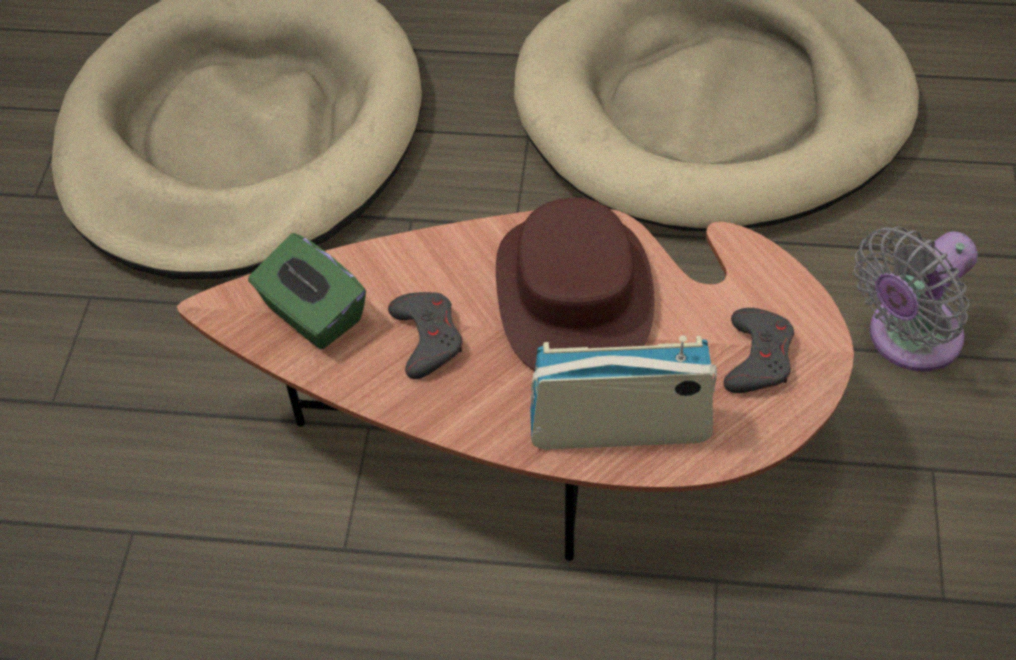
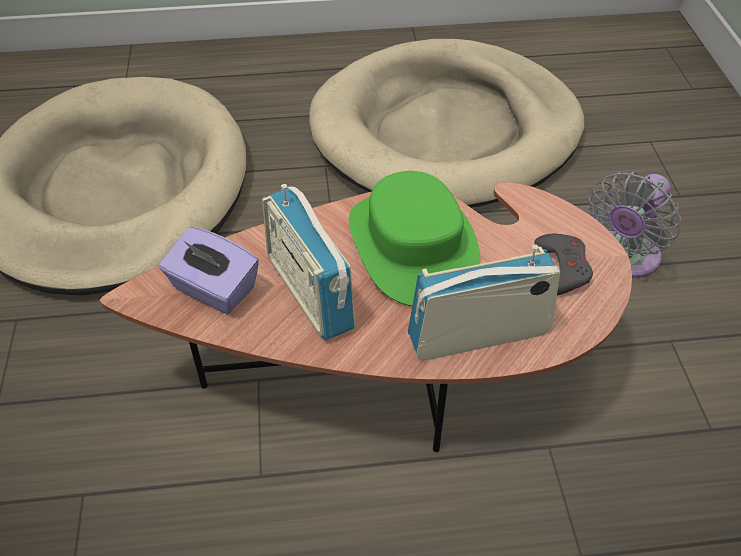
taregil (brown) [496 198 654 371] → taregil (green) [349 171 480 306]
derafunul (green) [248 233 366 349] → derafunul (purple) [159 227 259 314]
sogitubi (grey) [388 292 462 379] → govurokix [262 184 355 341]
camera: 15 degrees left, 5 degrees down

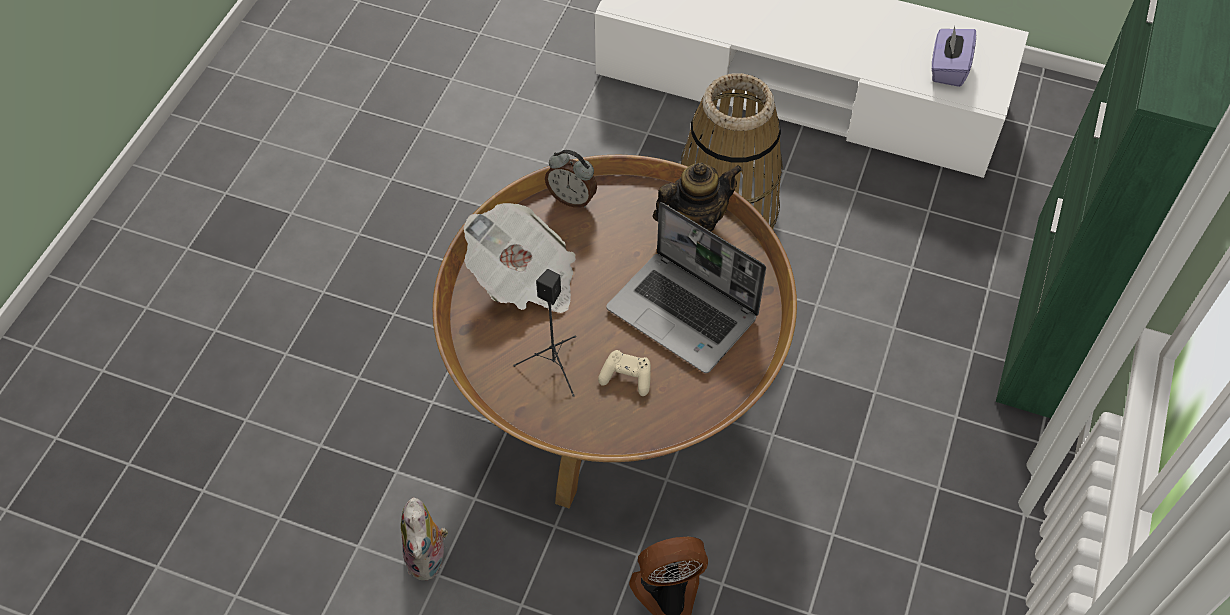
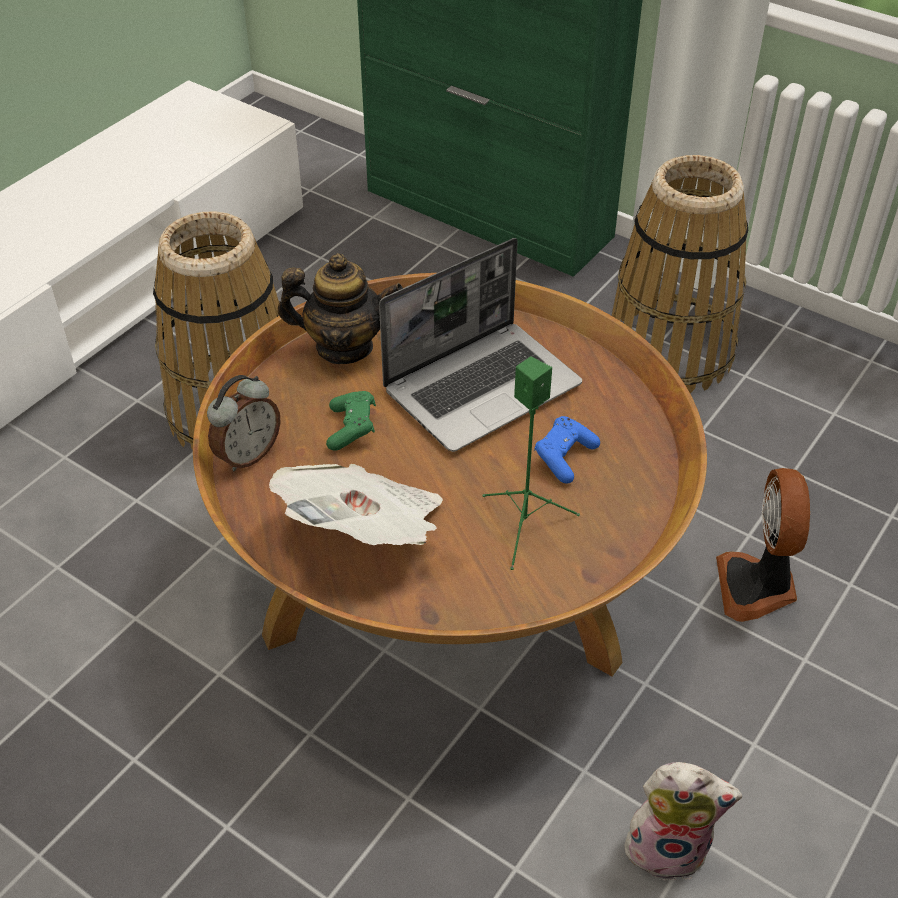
derafunul (purple) [932 26 976 87] → -
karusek [653 162 743 231] → karusek [278 254 403 364], 105 degrees clockwise
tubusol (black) [513 269 576 397] → tubusol (green) [482 356 580 570]
sogitubi (beige) [598 350 651 396] → sogitubi (blue) [534 416 600 484]
- → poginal [612 155 748 393]
- → sogitubi (green) [326 391 376 451]
camera: 75 degrees left, 10 degrees down

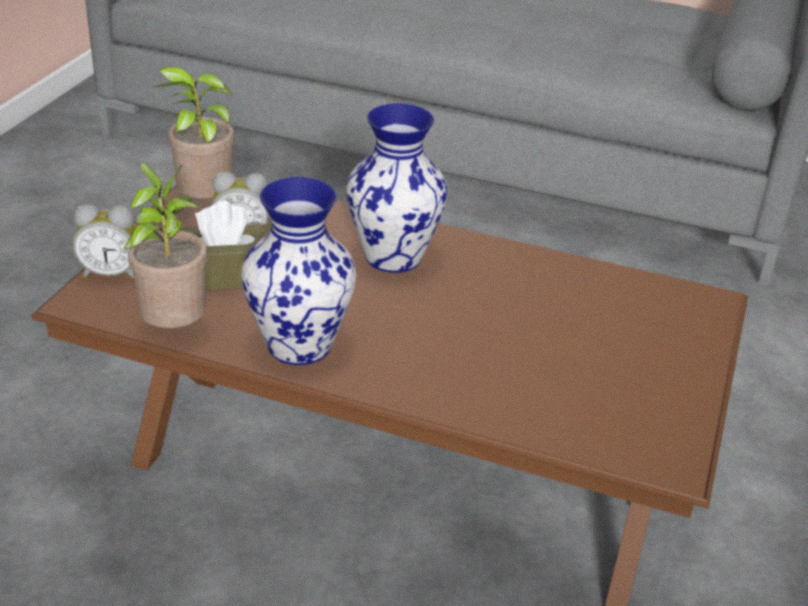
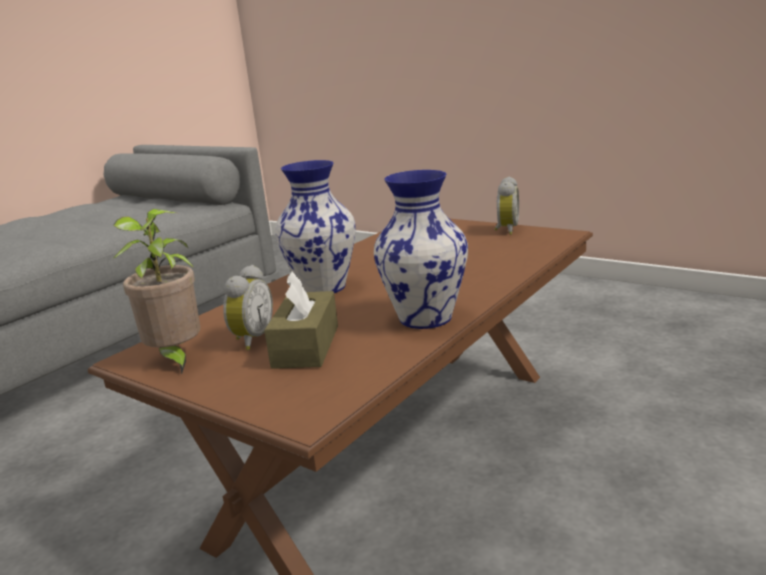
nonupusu [124 163 207 328] → -
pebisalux [73 204 137 279] → pebisalux [494 177 519 235], relocated
camera: 70 degrees left, 15 degrees down

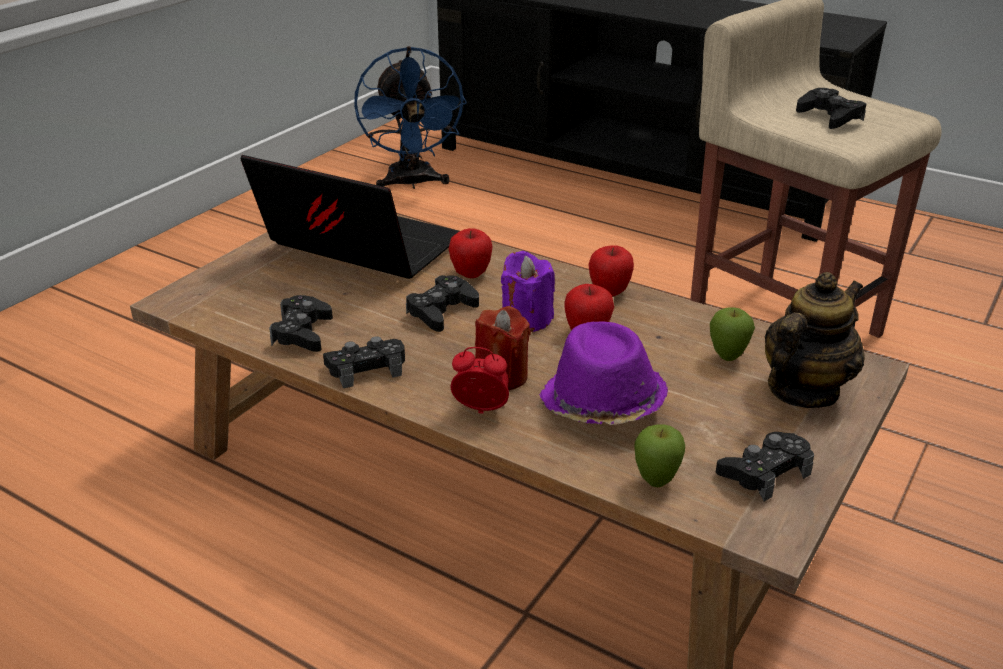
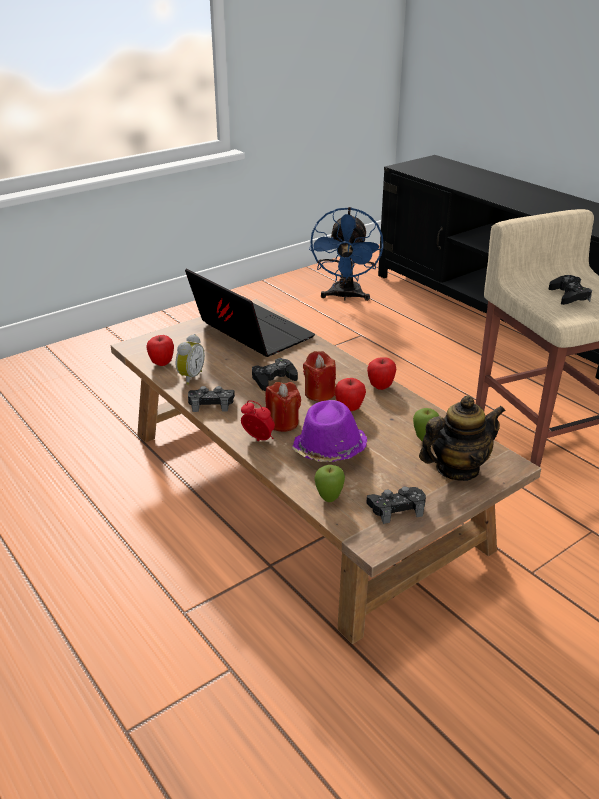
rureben [448 228 493 278] → rureben [146 335 174 366], relocated
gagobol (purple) [501 251 555 332] → gagobol (red) [303 351 336 402]
sogitubi (black) [269 295 333 352] → pebisalux [176 334 205 385]
camera: 20 degrees right, 0 degrees up

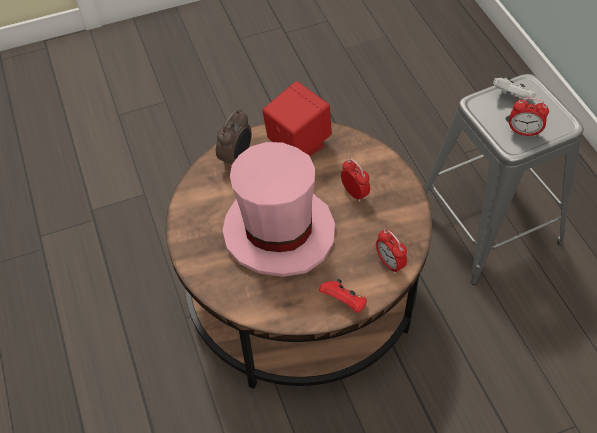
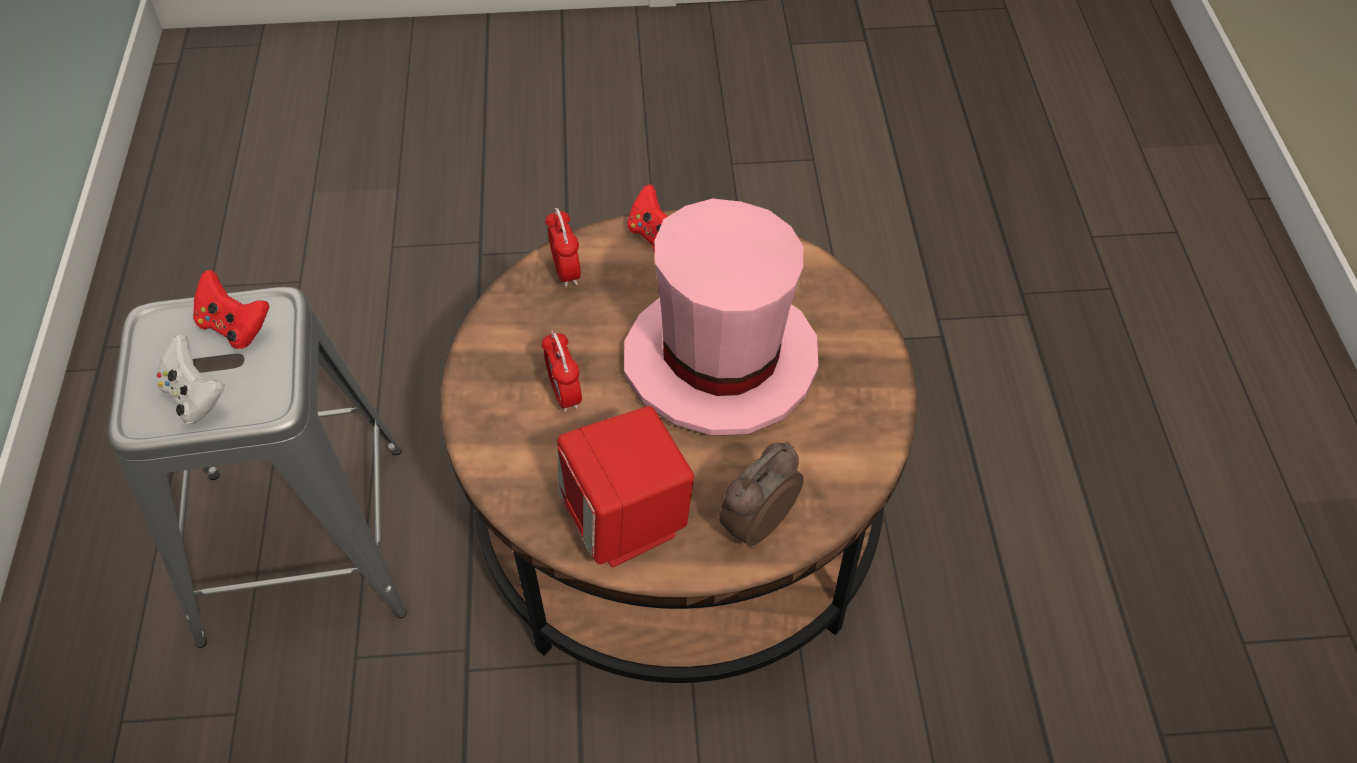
pebisalux [509 97 549 137] → sogitubi (red) [193 270 269 349]
camera: 165 degrees left, 0 degrees up

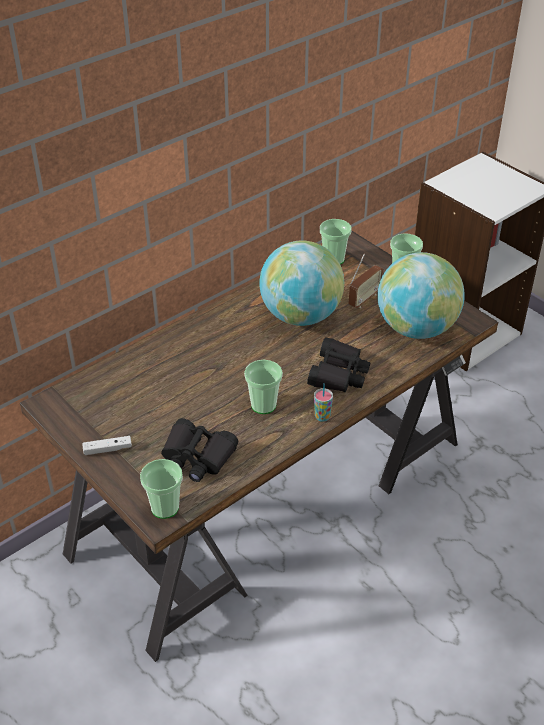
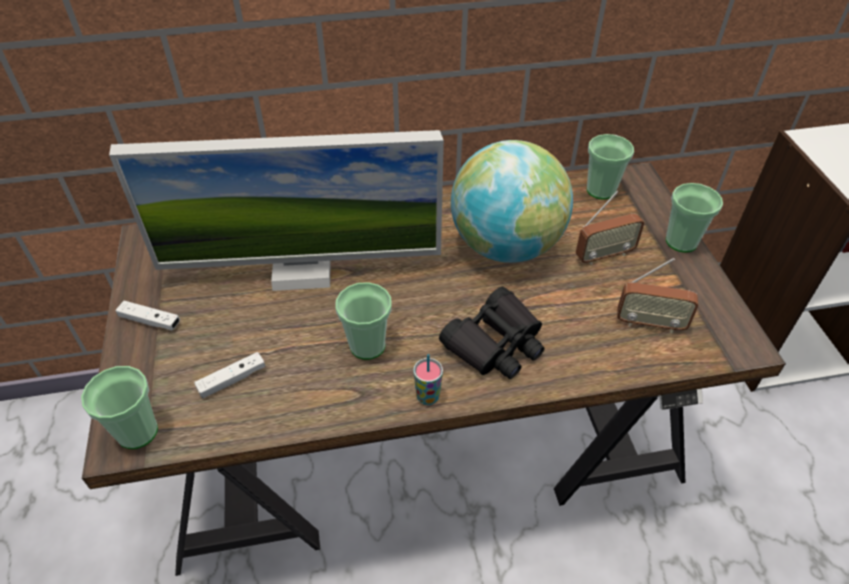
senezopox [377 252 465 339] → govurokix [617 258 698 333]
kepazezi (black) [161 418 238 482] → sogitubi (white) [194 352 265 398]
- → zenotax [109 130 444 291]
camera: 30 degrees right, 5 degrees up

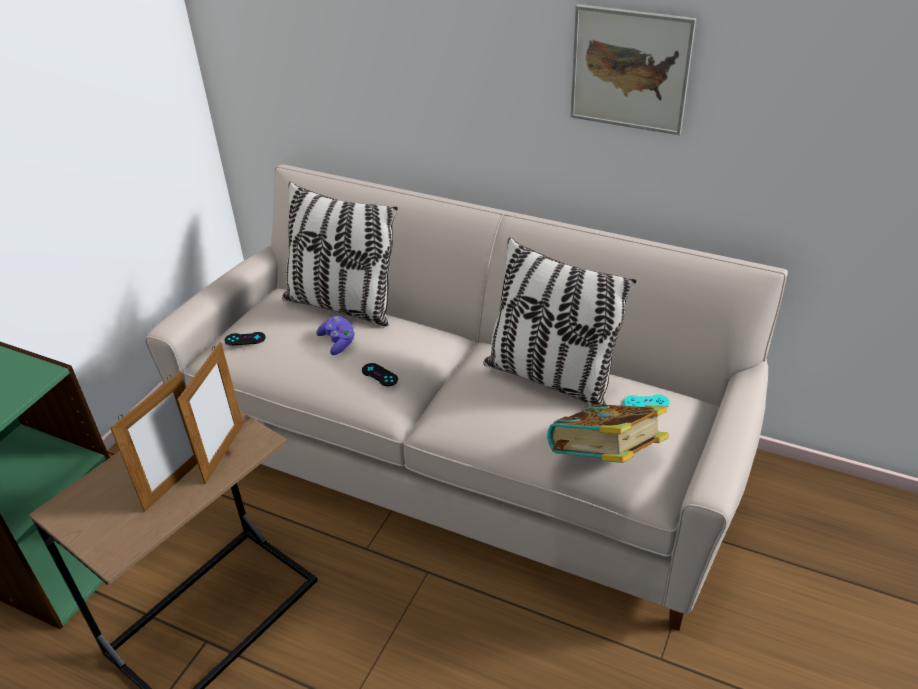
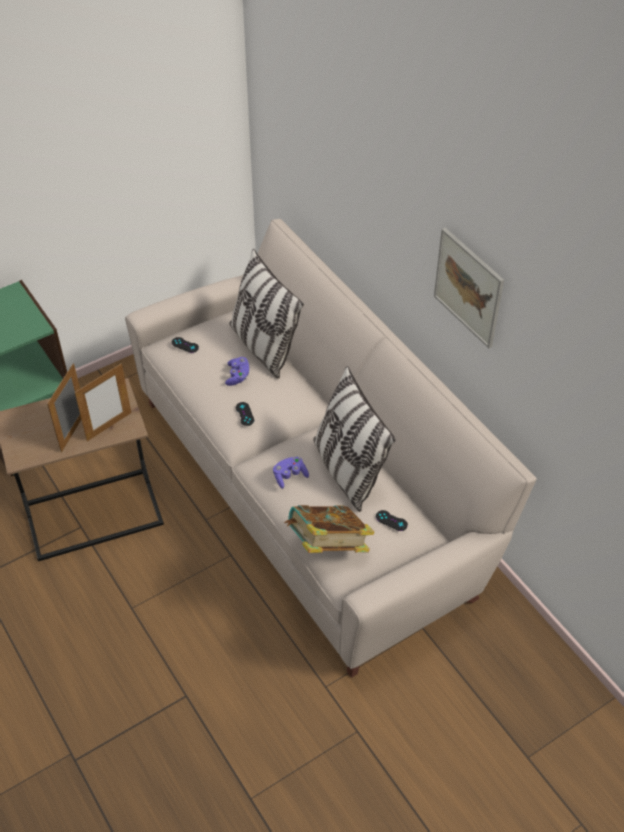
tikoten [110 372 198 512] → tikoten [47 363 81 452], 135 degrees clockwise
sogitubi (turquoise) [624 394 670 407] → sogitubi (black) [376 510 408 531]
- → sogitubi (purple) [273 457 309 489]
camera: 30 degrees right, 10 degrees up

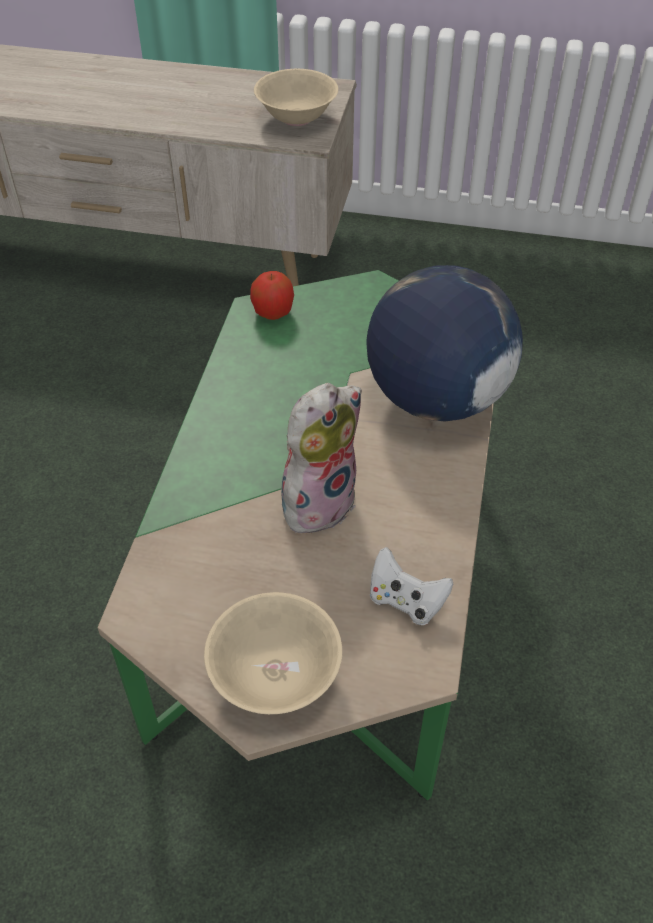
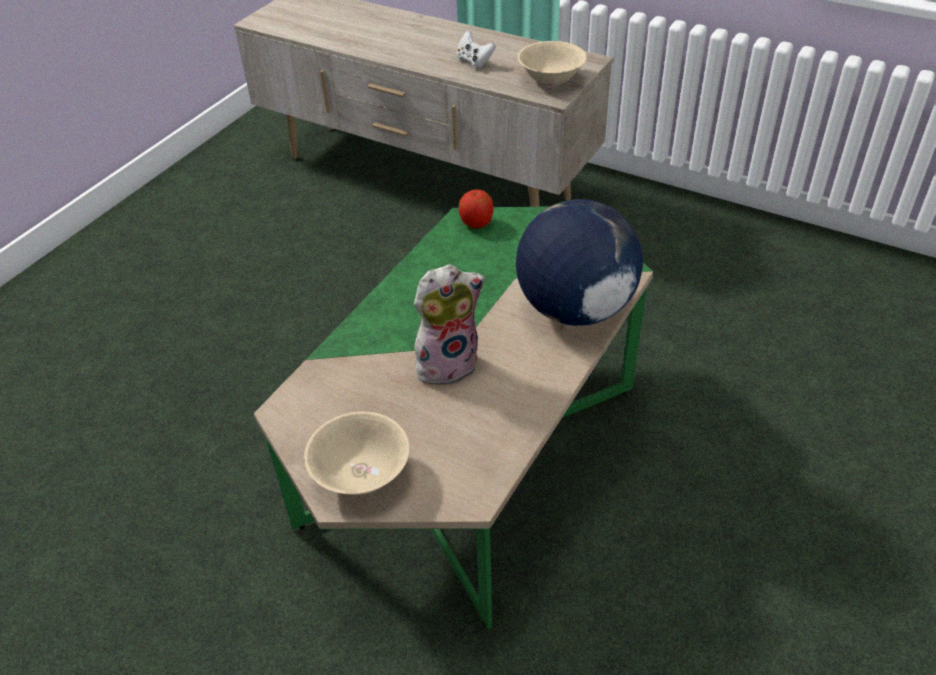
sogitubi (white) [370 547 453 625] → sogitubi (white) [456 31 496 68], relocated
camera: 20 degrees right, 5 degrees down

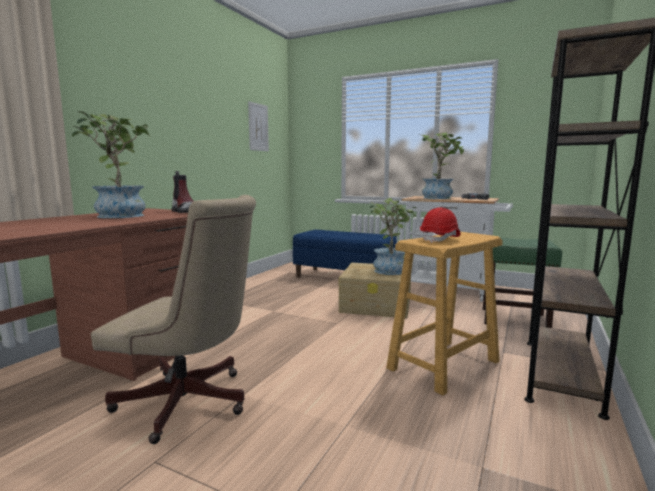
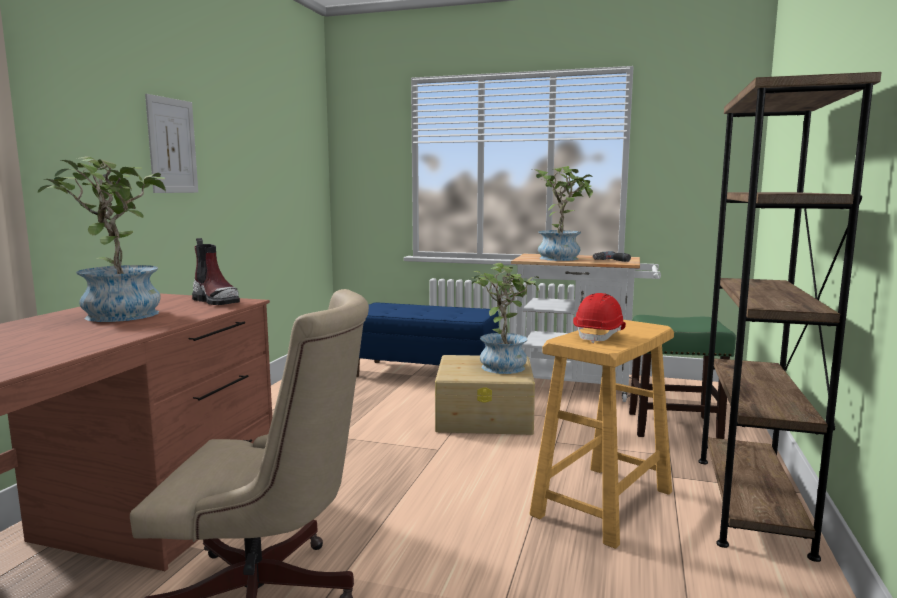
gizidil [248 101 269 151] → gizidil [145 94 198 193], relocated
camera: 10 degrees left, 0 degrees up

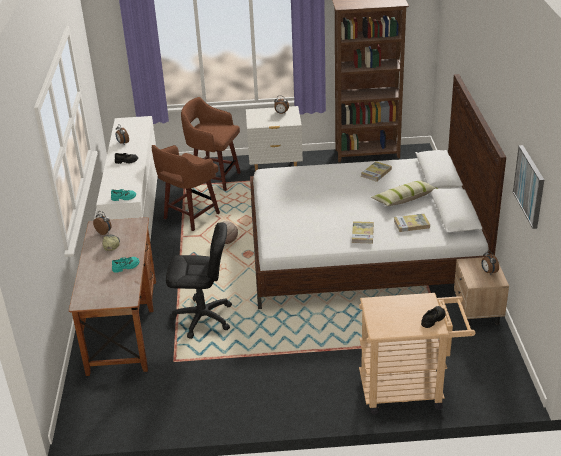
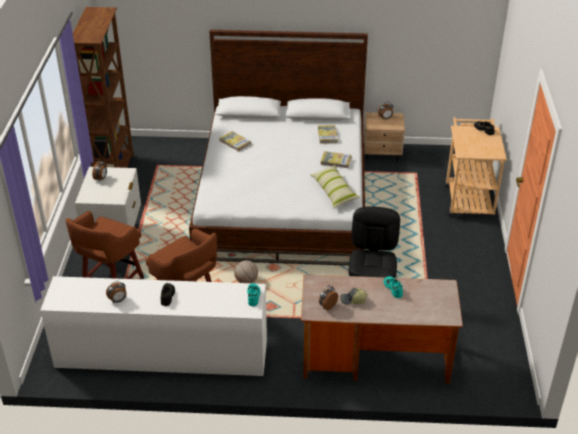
gizidil [513 145 544 229] → -
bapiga [371 180 438 206] → bapiga [310 165 360 208], relocated
camera: 85 degrees left, 5 degrees up

